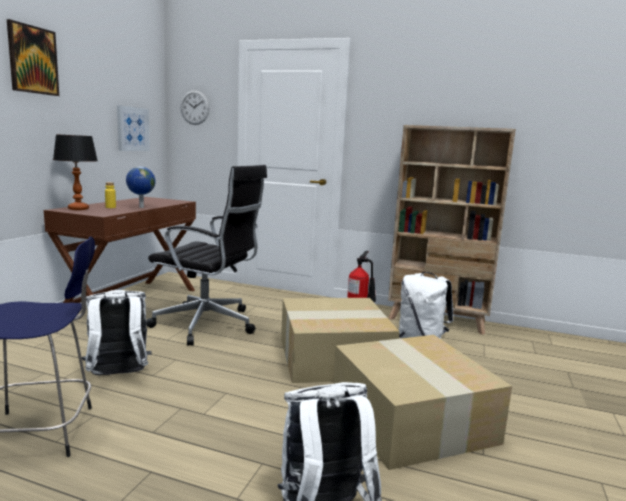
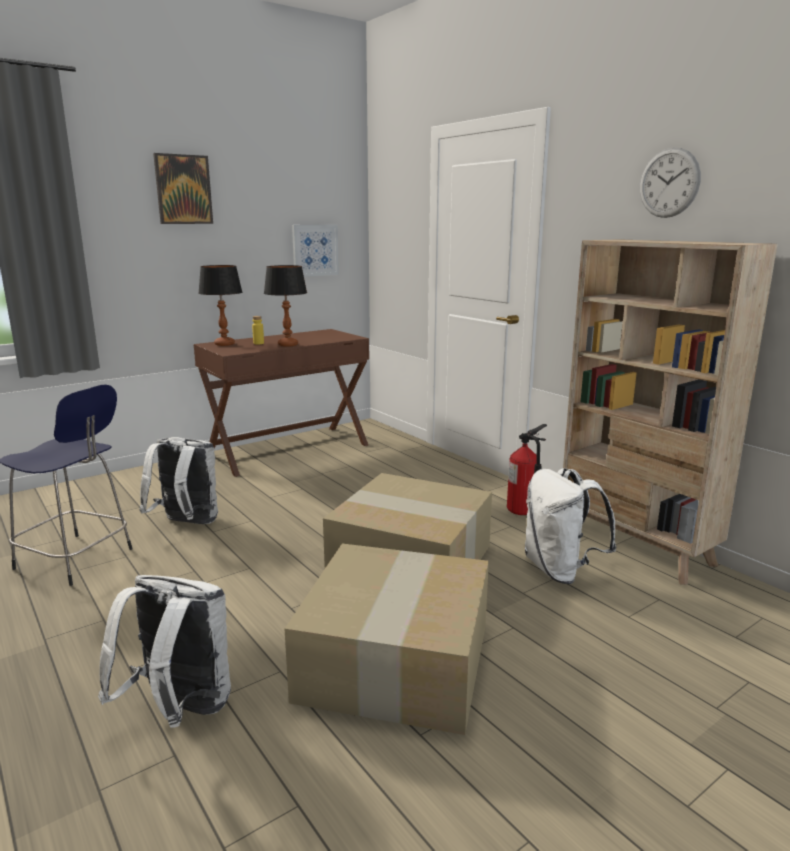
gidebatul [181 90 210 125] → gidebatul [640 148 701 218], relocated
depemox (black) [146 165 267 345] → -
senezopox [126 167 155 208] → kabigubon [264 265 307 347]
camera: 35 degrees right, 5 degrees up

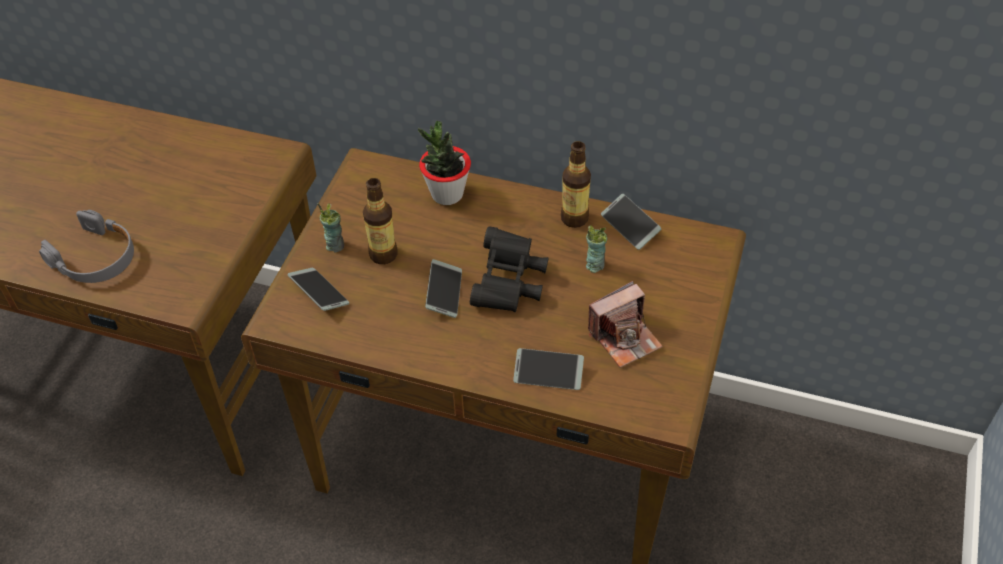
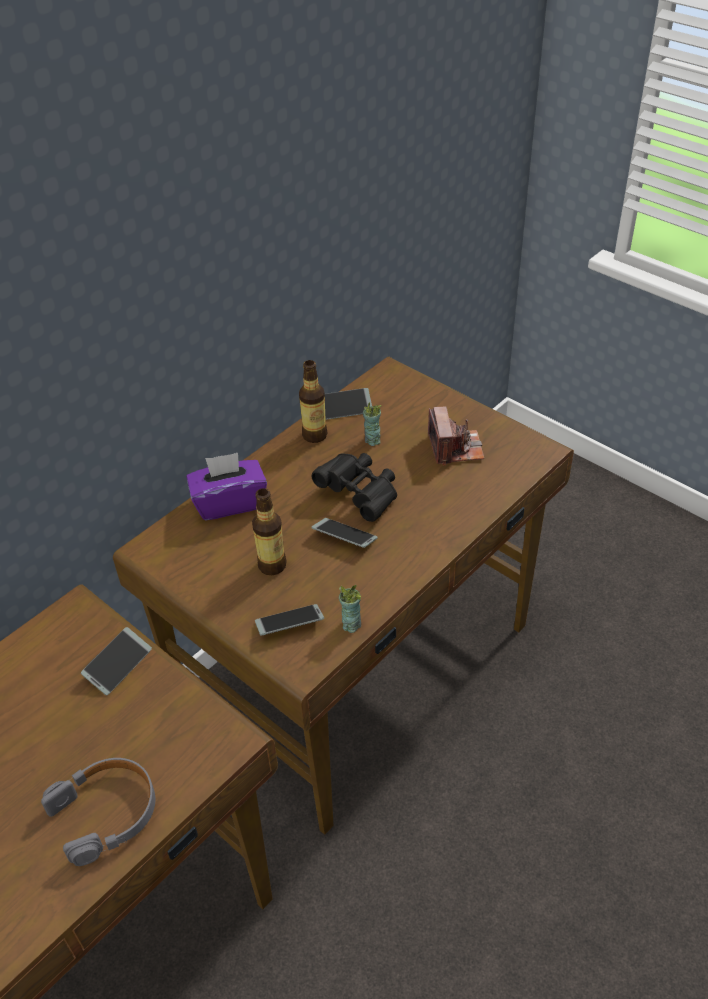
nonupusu [418 121 471 205] → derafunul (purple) [186 453 267 520]
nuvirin [317 203 344 252] → nuvirin [339 585 361 633], relocated
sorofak [513 348 584 390] → sorofak [81 627 152 695], relocated
camera: 65 degrees left, 5 degrees down

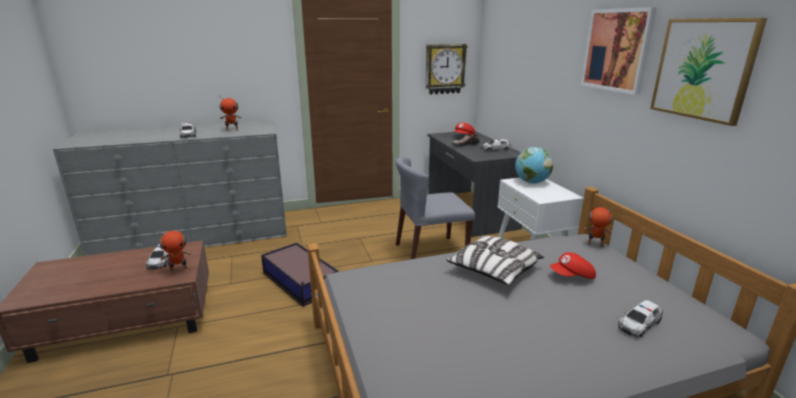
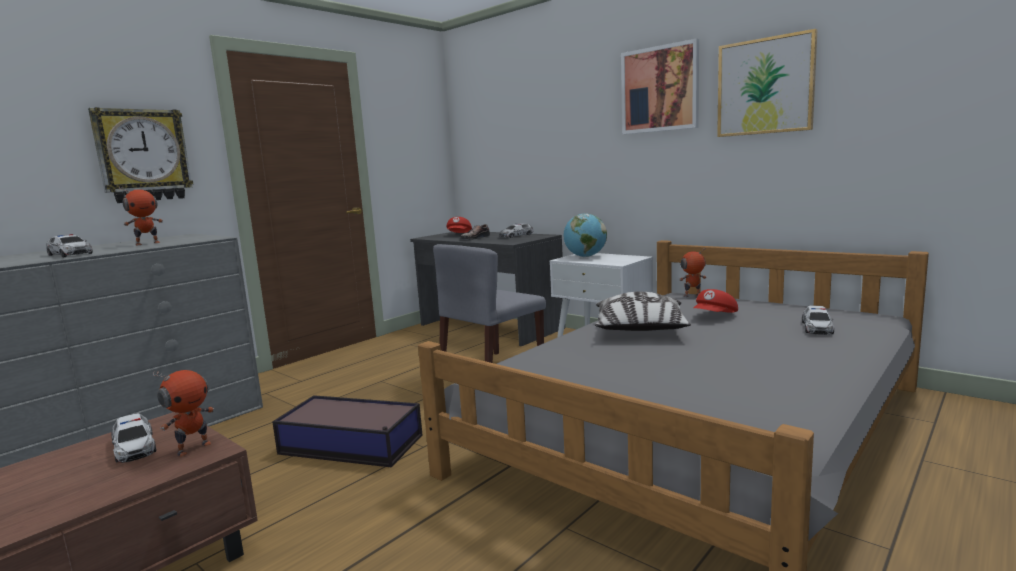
gidebatul [425 44 468 95] → gidebatul [88 107 193 203], relocated
camera: 30 degrees left, 10 degrees down

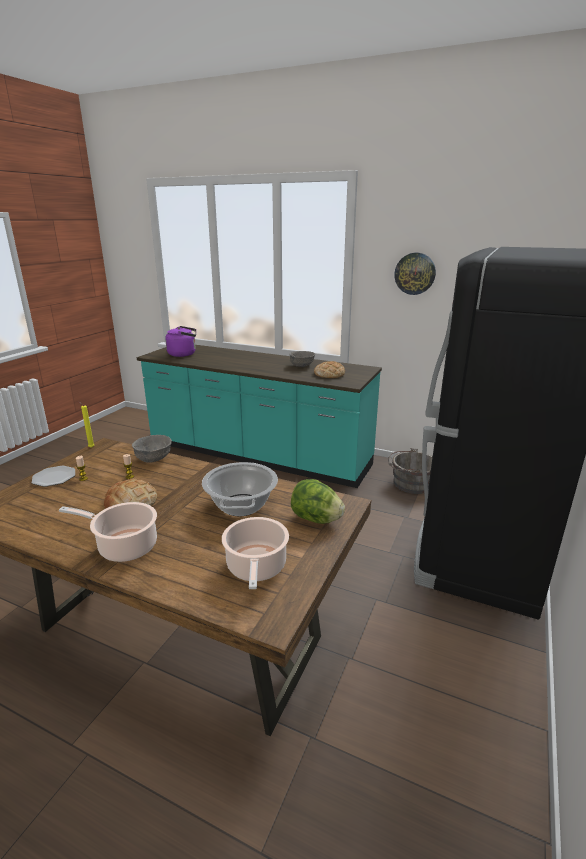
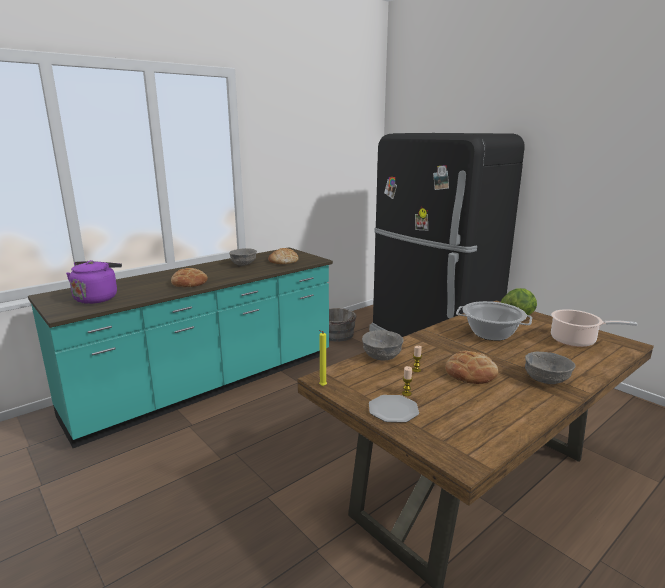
gidebatul [394 253 436 295] → -
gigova [59 502 157 562] → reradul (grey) [525 352 575 384]
- → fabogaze [171 268 208 287]
camera: 65 degrees left, 5 degrees down

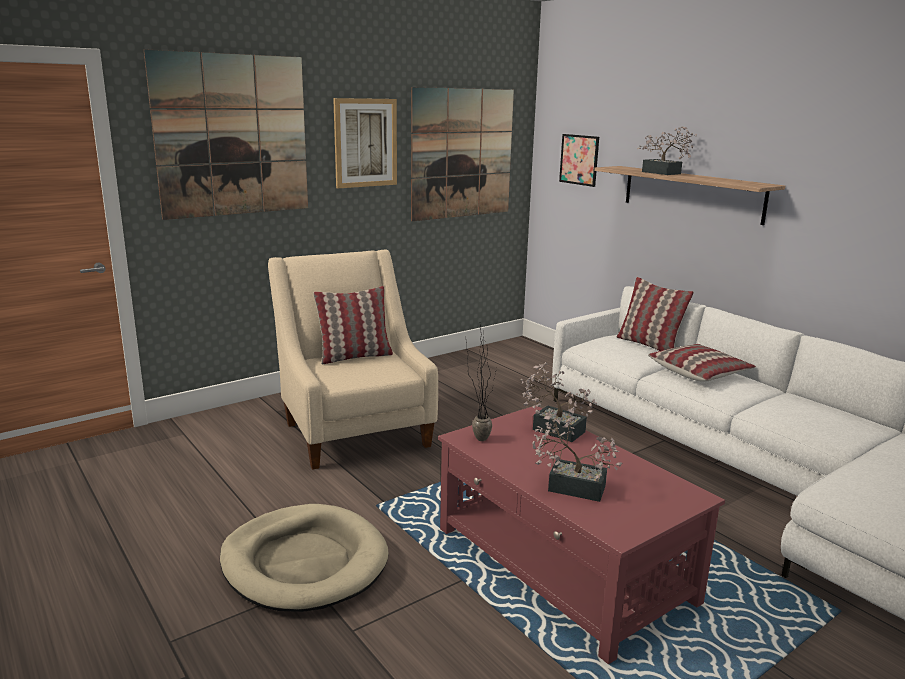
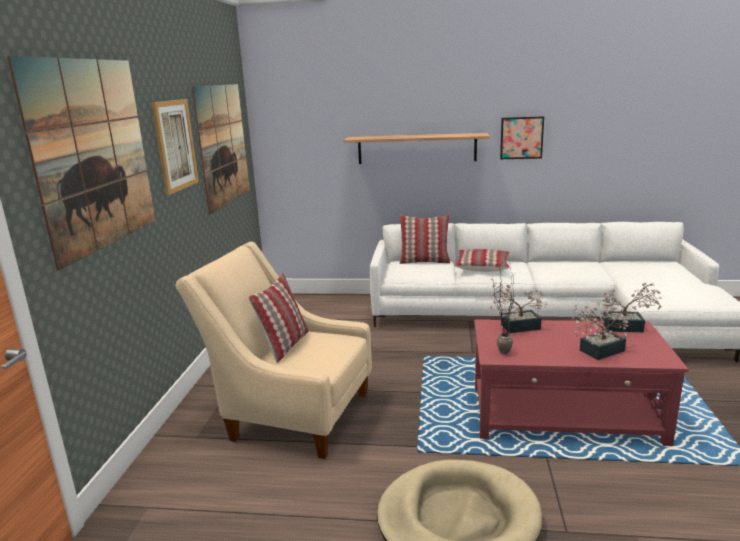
nonupusu [637 126 697 175] → nonupusu [596 283 662 332], relocated
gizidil [559 134 599 187] → gizidil [500 116 544 159], relocated
camera: 45 degrees left, 0 degrees up

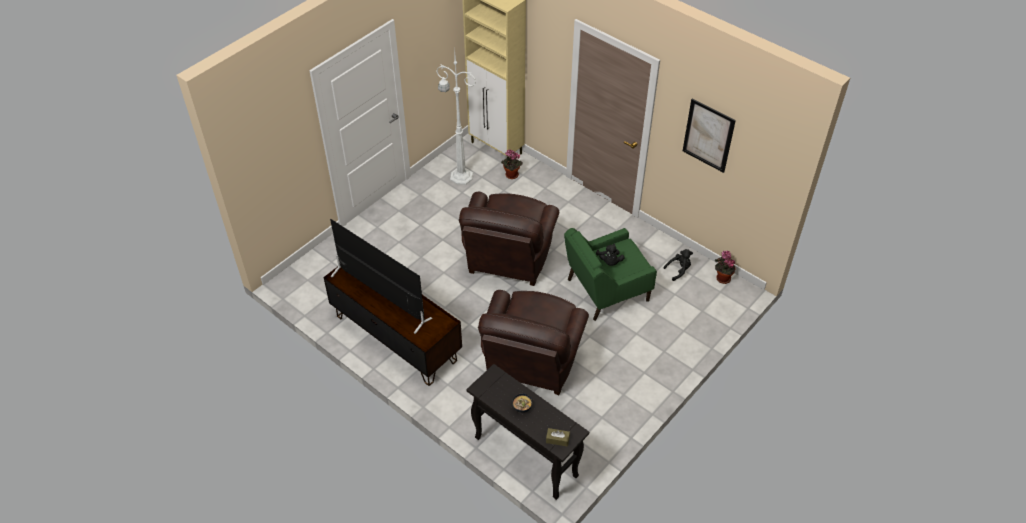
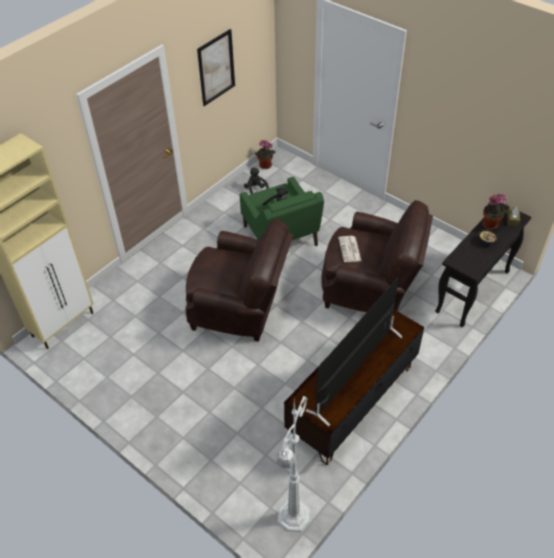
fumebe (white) [437 56 476 185] → fumebe (white) [277 396 310 532], relocated
nonupusu [501 150 523 179] → nonupusu [482 193 509 230], relocated
- → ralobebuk [338 236 361 262]
camera: 90 degrees left, 0 degrees up

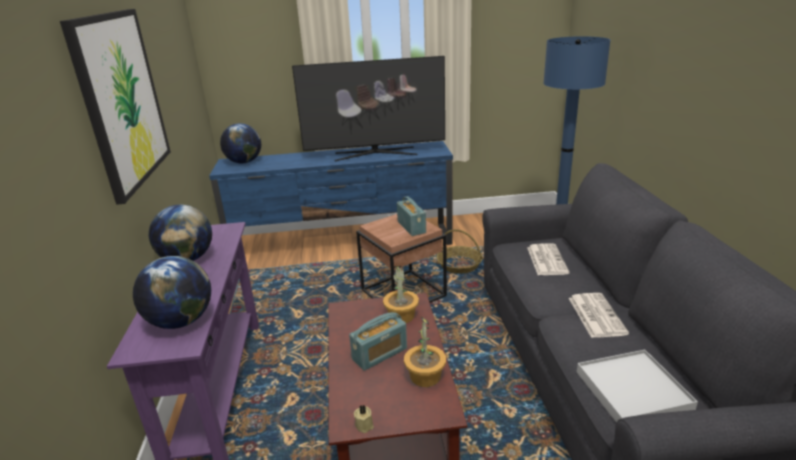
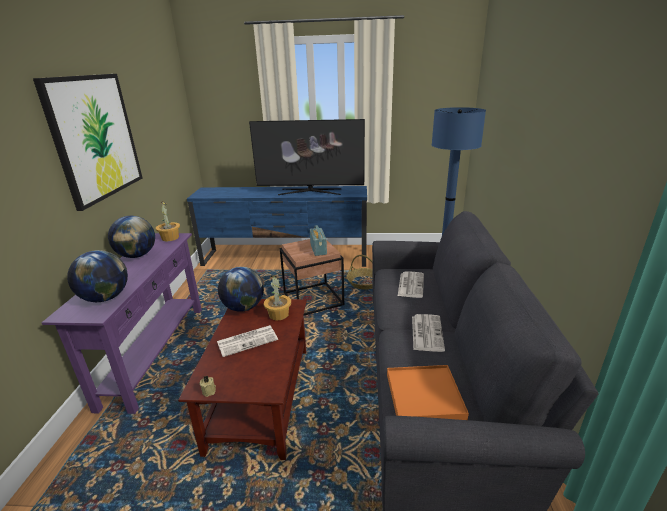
senezopox [220 123 261 163] → senezopox [218 267 264 312], relocated
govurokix [349 312 407 371] → ralobebuk [217 325 278 357]
nonupusu [404 316 446 387] → nonupusu [156 201 180 241], relocated
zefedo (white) [577 350 698 423] → zefedo (orange) [387 365 469 420]
camera: 10 degrees right, 0 degrees up

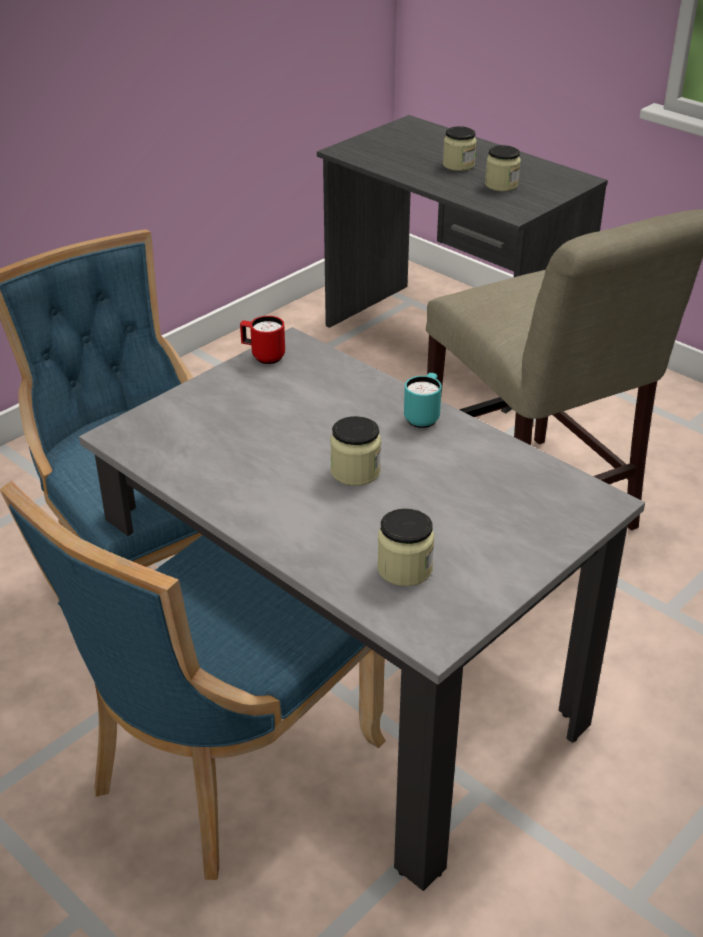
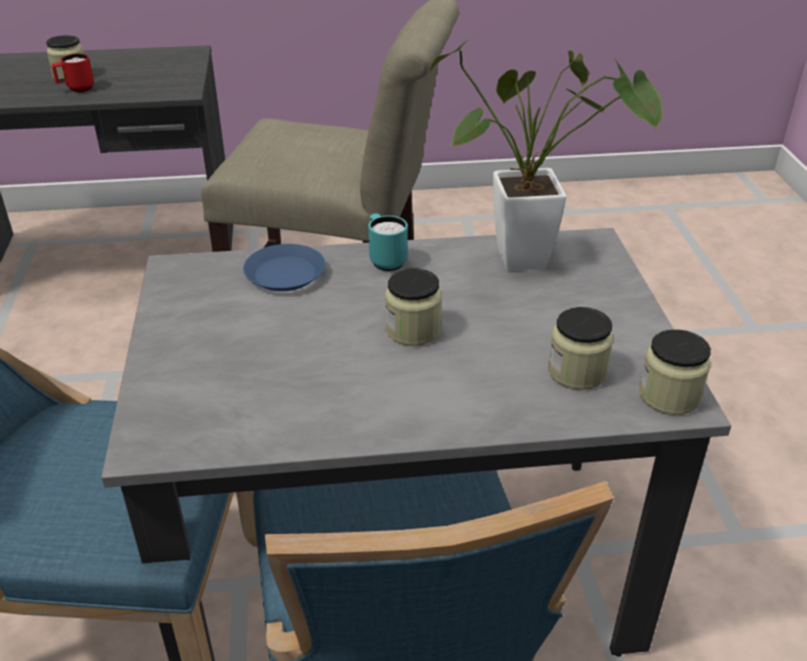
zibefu [485 145 521 191] → zibefu [639 329 711 415], relocated
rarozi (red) [240 316 285 364] → rarozi (red) [51 53 94 92], relocated
- → nonupusu [429 40 663 271]
- → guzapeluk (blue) [243 244 325 291]
camera: 50 degrees left, 0 degrees up

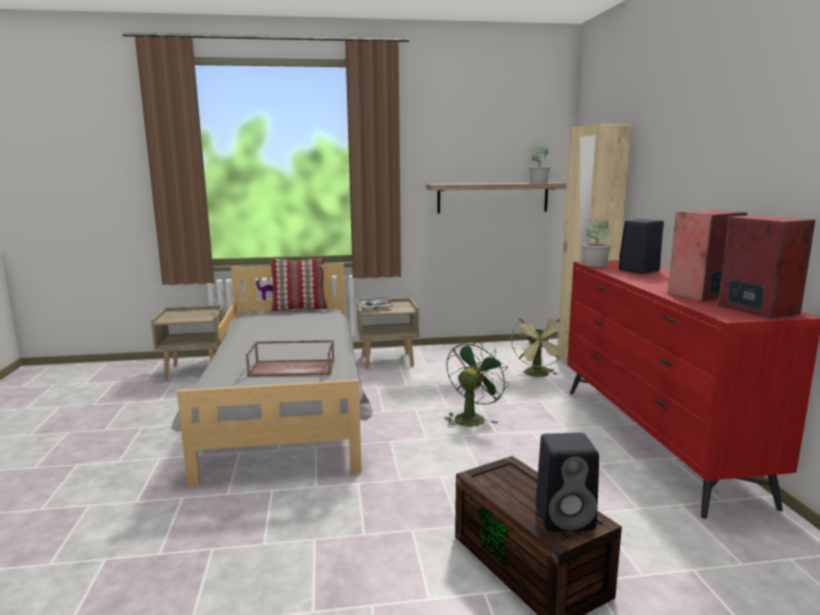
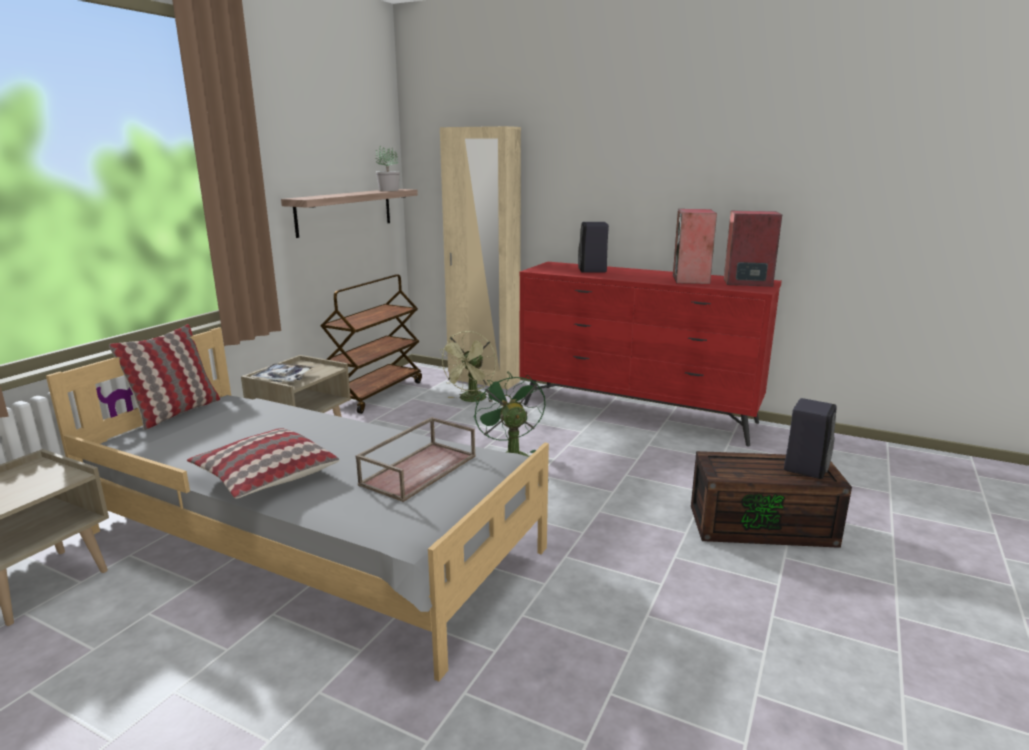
nonupusu [583 218 611 267] → -
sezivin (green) [511 311 569 377] → sezivin (green) [438 331 496 402], 75 degrees clockwise
- → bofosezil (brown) [320 274 422 414]
- → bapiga [187 428 339 499]
camera: 55 degrees left, 5 degrees up

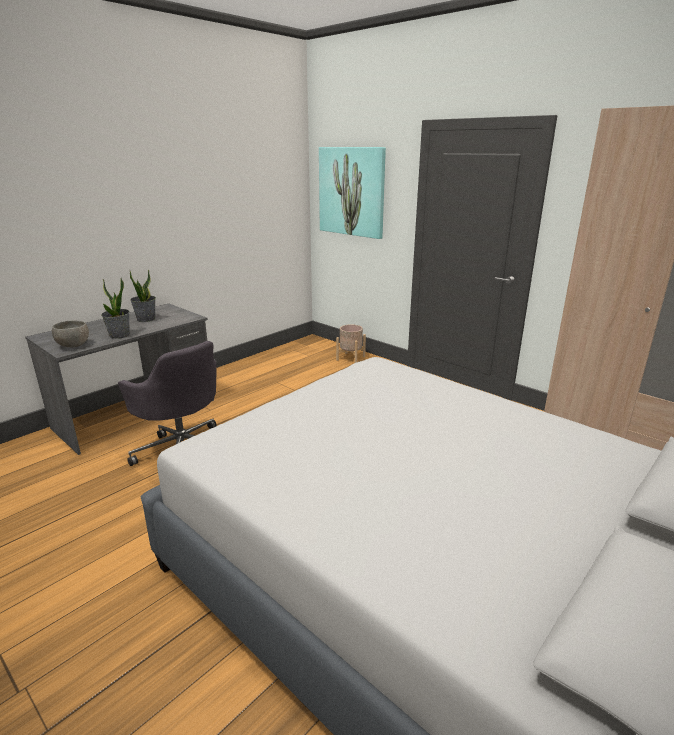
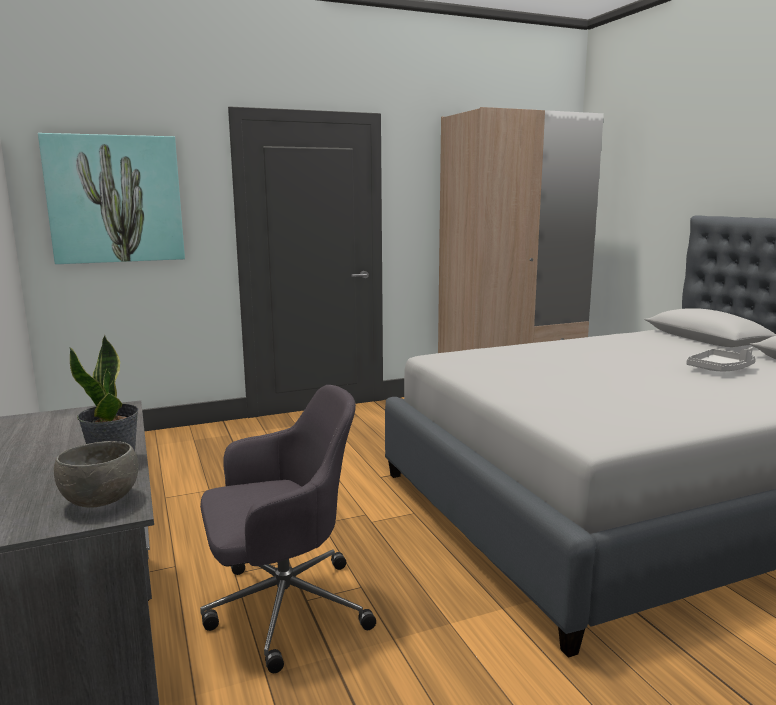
nonupusu [130 270 156 322] → -
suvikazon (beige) [336 324 366 363] → -
- → zefedo (grey) [686 347 756 372]
camera: 65 degrees left, 10 degrees down

